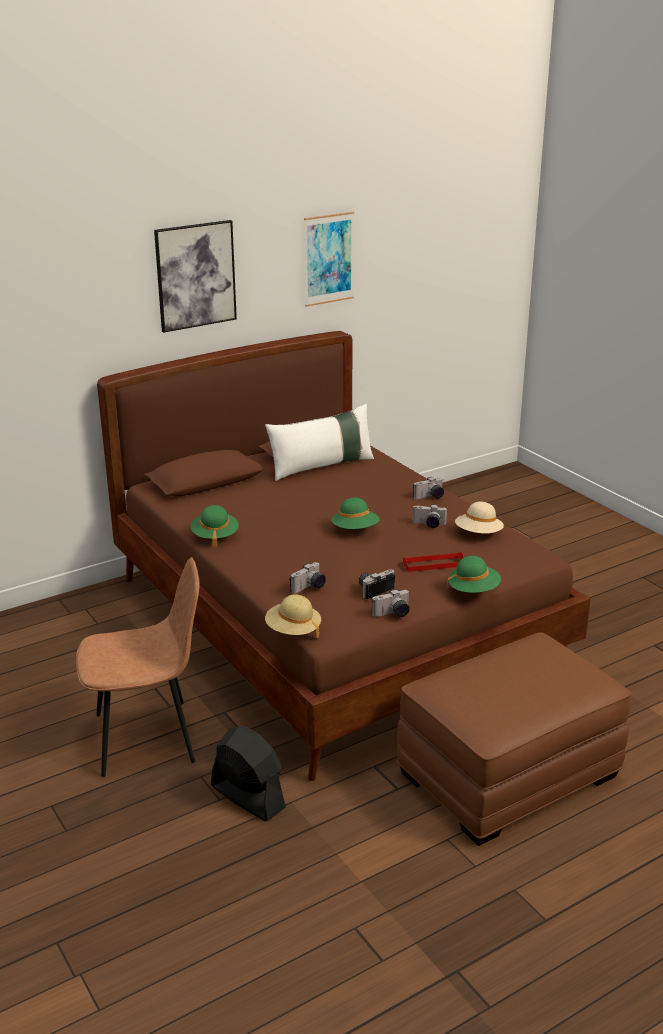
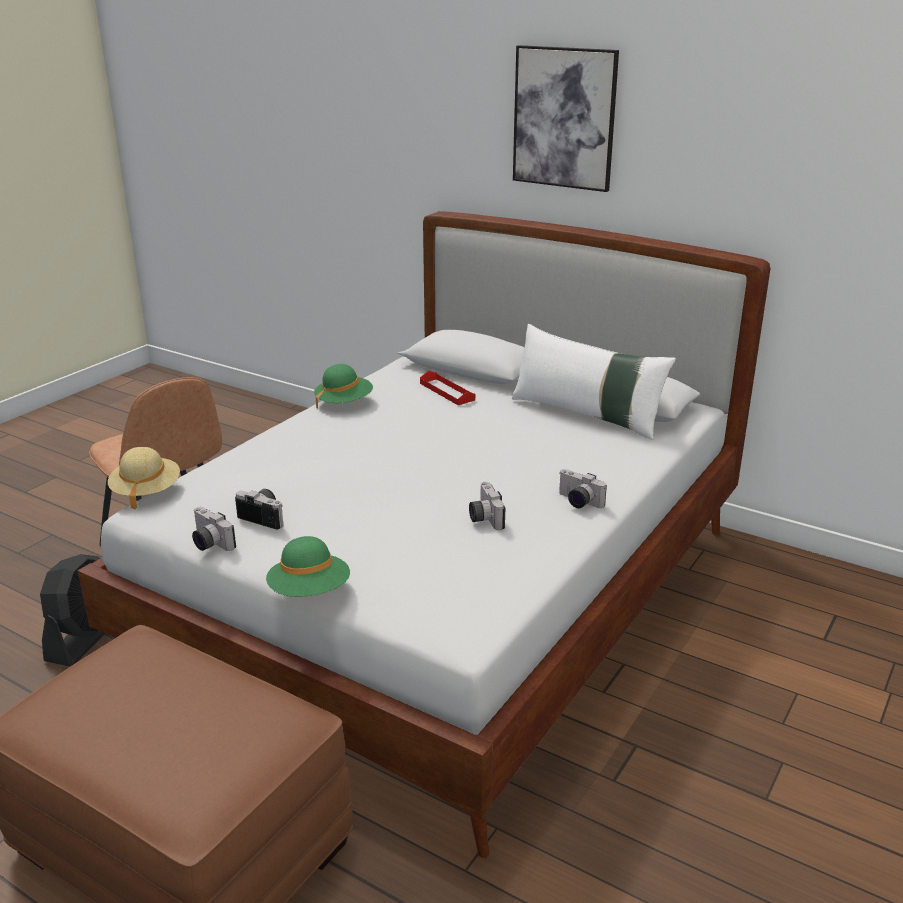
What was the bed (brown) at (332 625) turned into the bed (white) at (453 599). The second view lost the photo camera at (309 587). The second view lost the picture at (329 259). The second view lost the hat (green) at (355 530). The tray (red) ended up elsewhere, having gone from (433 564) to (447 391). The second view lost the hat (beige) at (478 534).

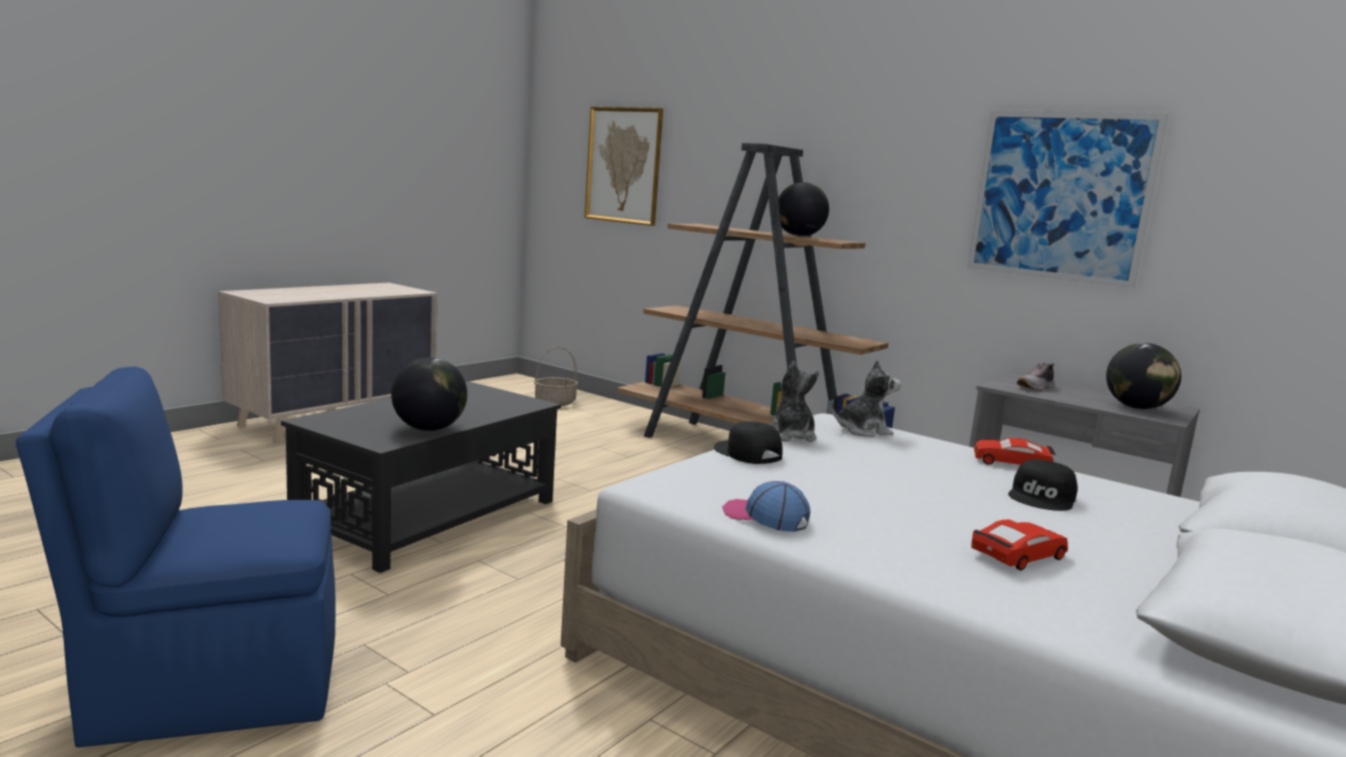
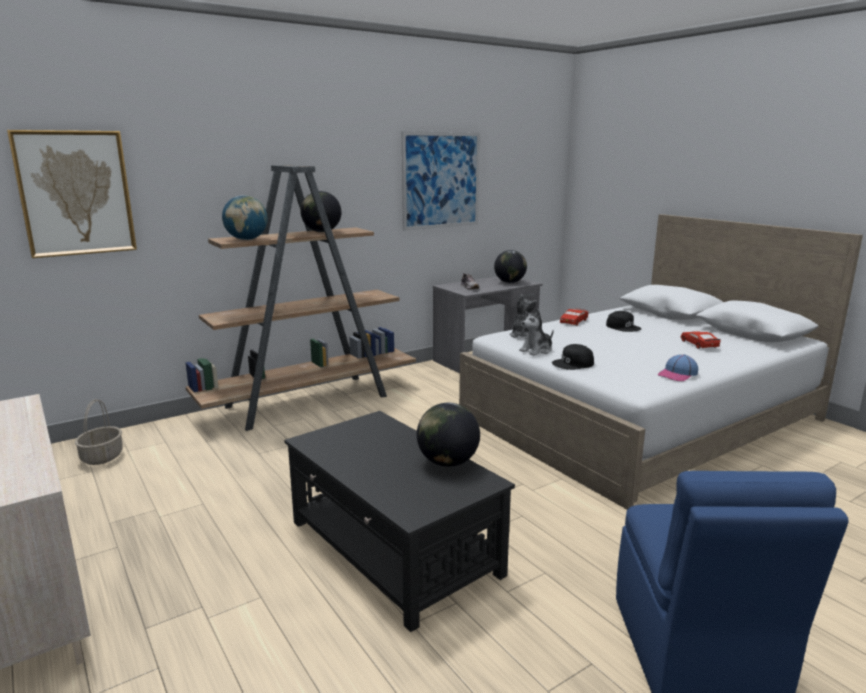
The plush toy at (791 436) ended up facing another way, 45 degrees counterclockwise from before. The second view gained the globe at (247 239).

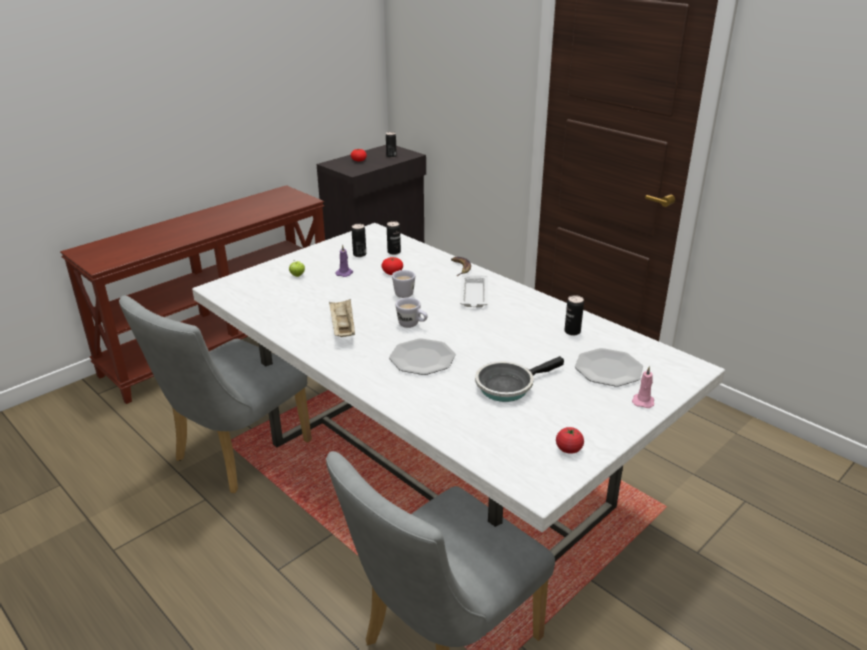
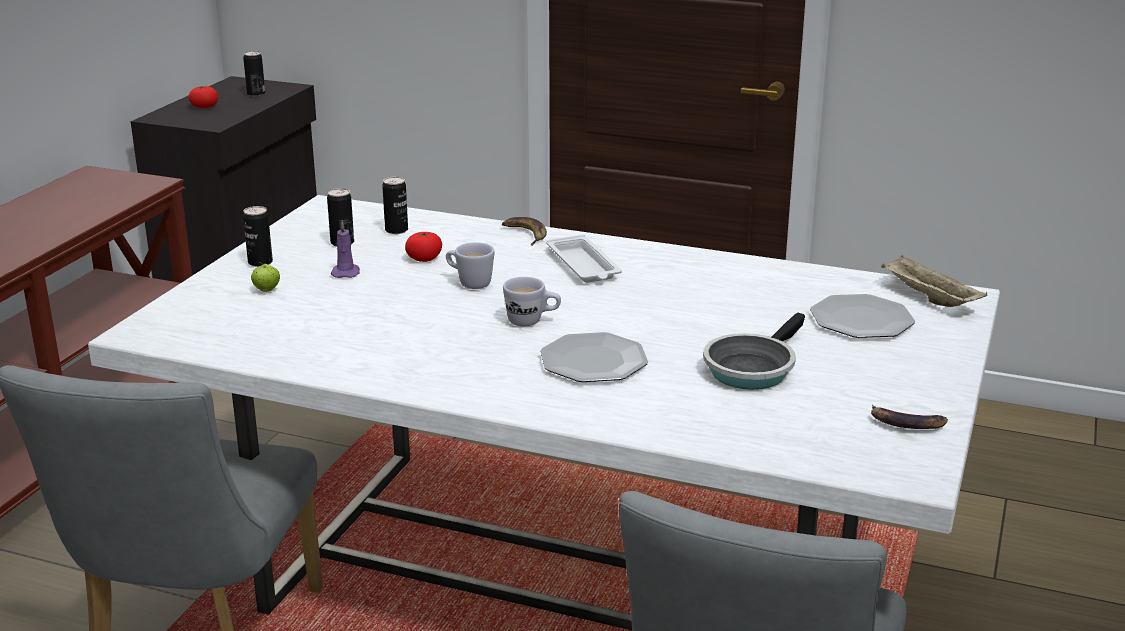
The tray (beige) ended up elsewhere, having gone from (342 328) to (928 298). Where the tomato stood at (568 449), the banana came to stand at (906 423). The can ended up elsewhere, having gone from (572 331) to (260 262). The second view lost the candle (pink) at (643 401).

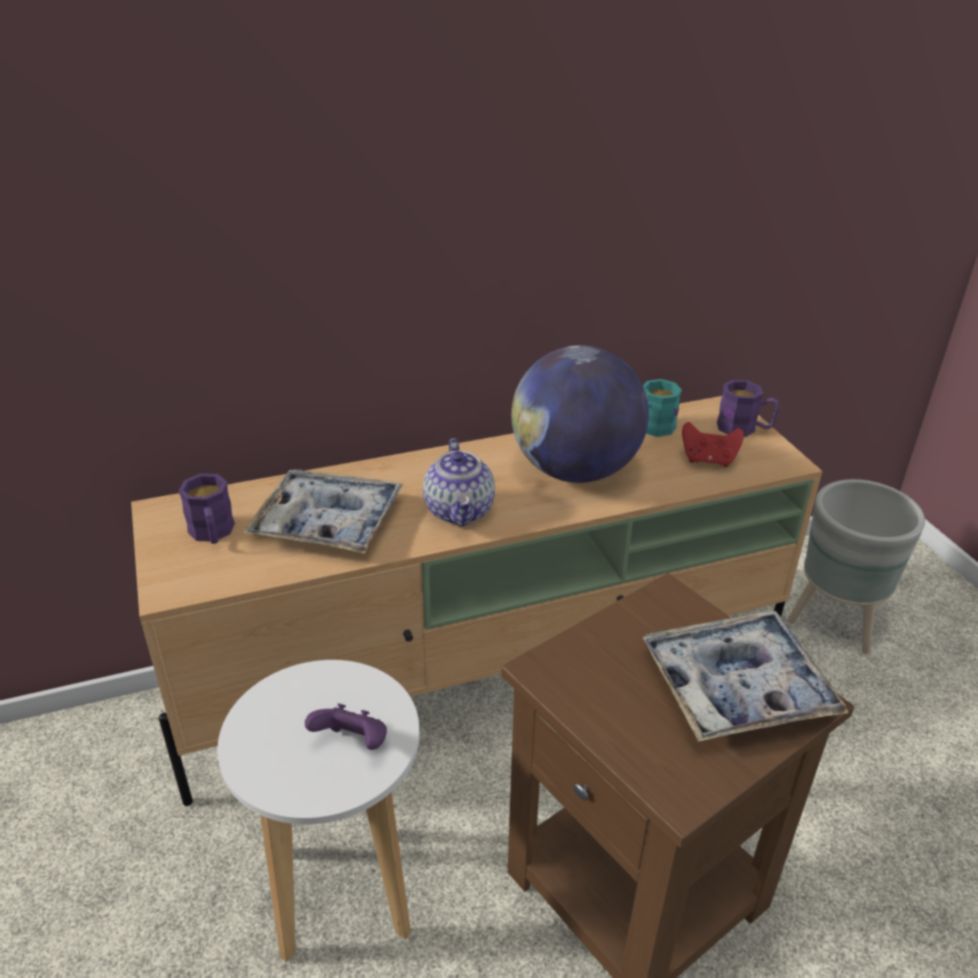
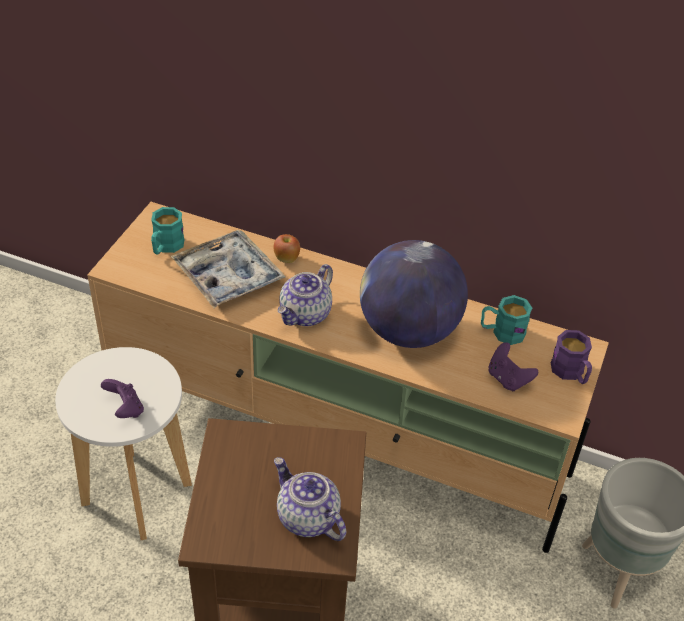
What was the mug (purple) at (212 534) turned into the mug (turquoise) at (166 247). Where the tray stood at (737 687), the teapot came to stand at (307 518). What was the game controller (red) at (708 460) turned into the game controller (purple) at (508 379). The second view gained the apple at (286 258).

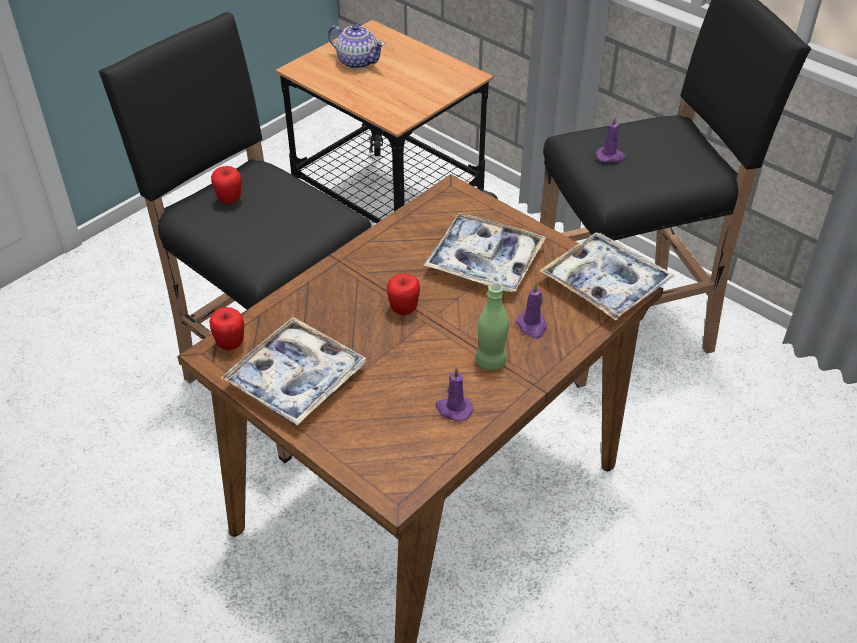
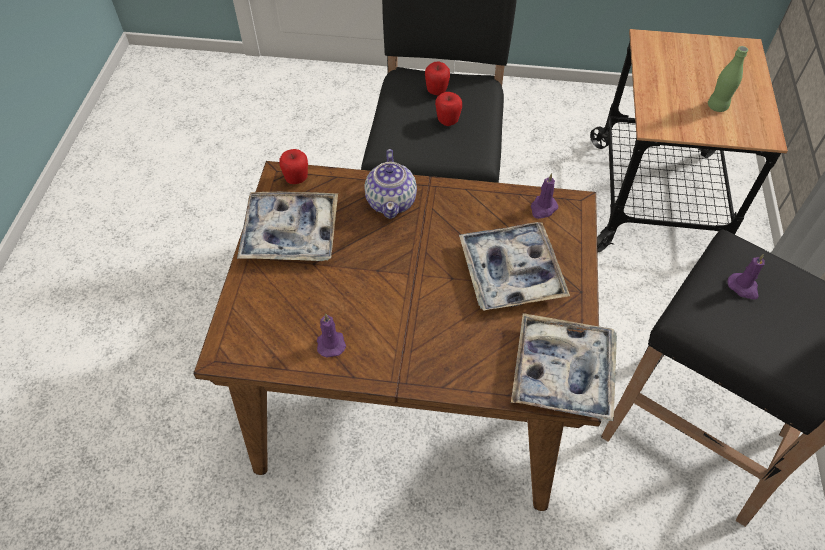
The teapot ended up elsewhere, having gone from (357 61) to (391 201). The apple ended up elsewhere, having gone from (403 309) to (447 121). The bottle (green) ended up elsewhere, having gone from (490 361) to (717 106). The candle (purple) ended up elsewhere, having gone from (532 326) to (543 208).

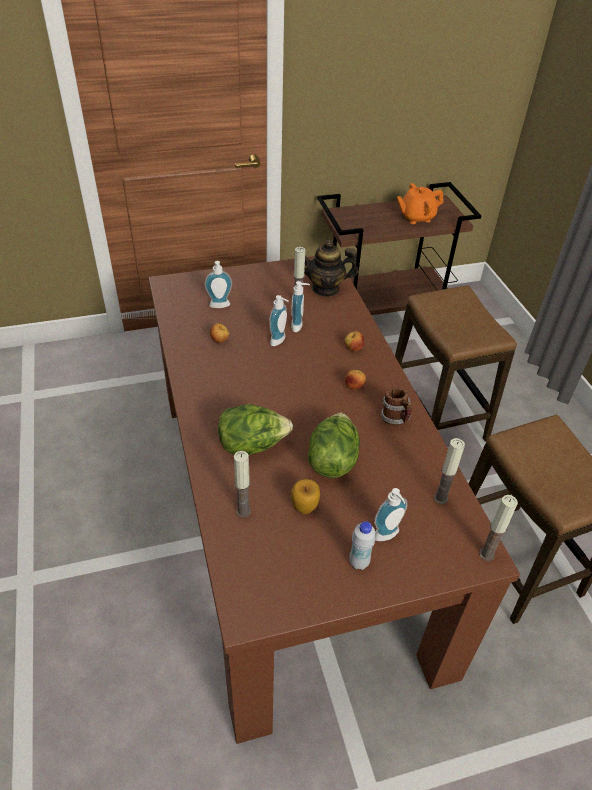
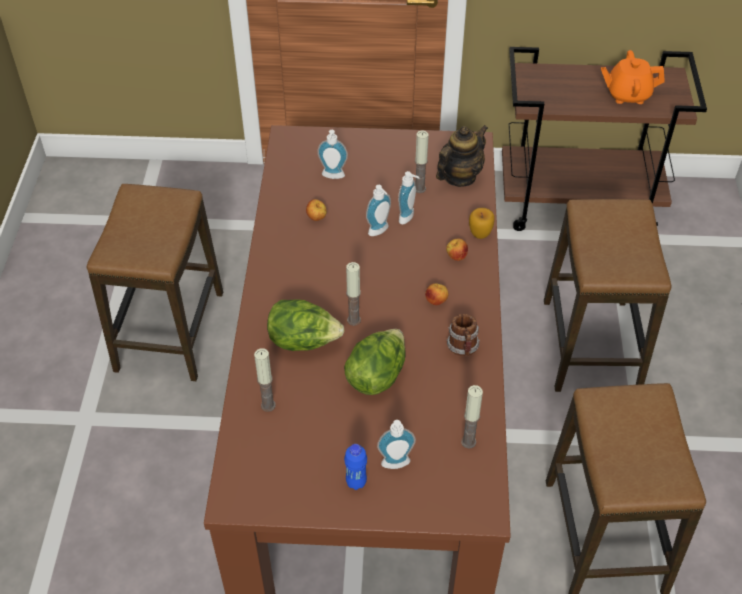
The apple ended up elsewhere, having gone from (304 507) to (480 233). The teapot at (326 289) ended up facing another way, 120 degrees clockwise from before. What was the bottle (white) at (359 562) turned into the bottle (blue) at (356 482). The candle ended up elsewhere, having gone from (486 554) to (354 320). The second view gained the stool at (170 331).

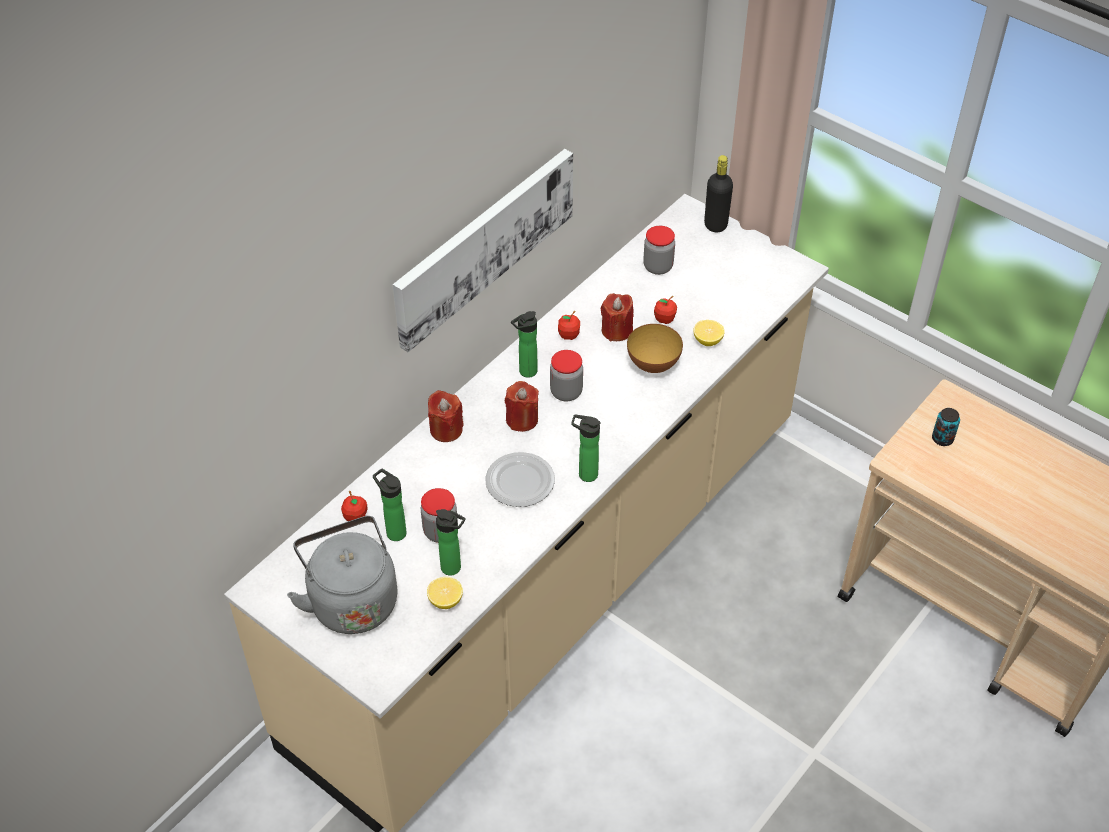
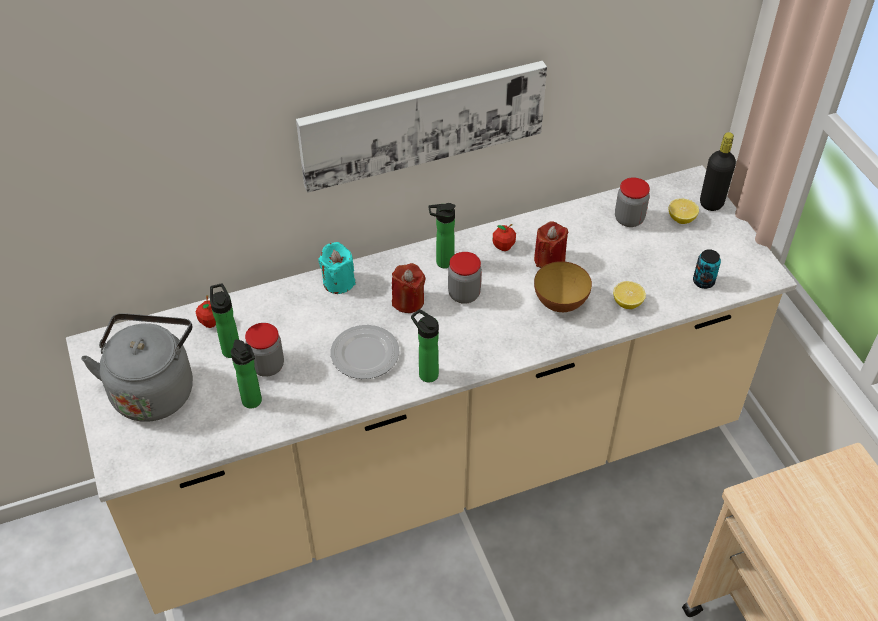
The lemon ended up elsewhere, having gone from (445 600) to (681 219). What was the candle (red) at (446 430) turned into the candle (turquoise) at (338 282). The second view lost the apple at (664 319). The can ended up elsewhere, having gone from (942 439) to (703 281).

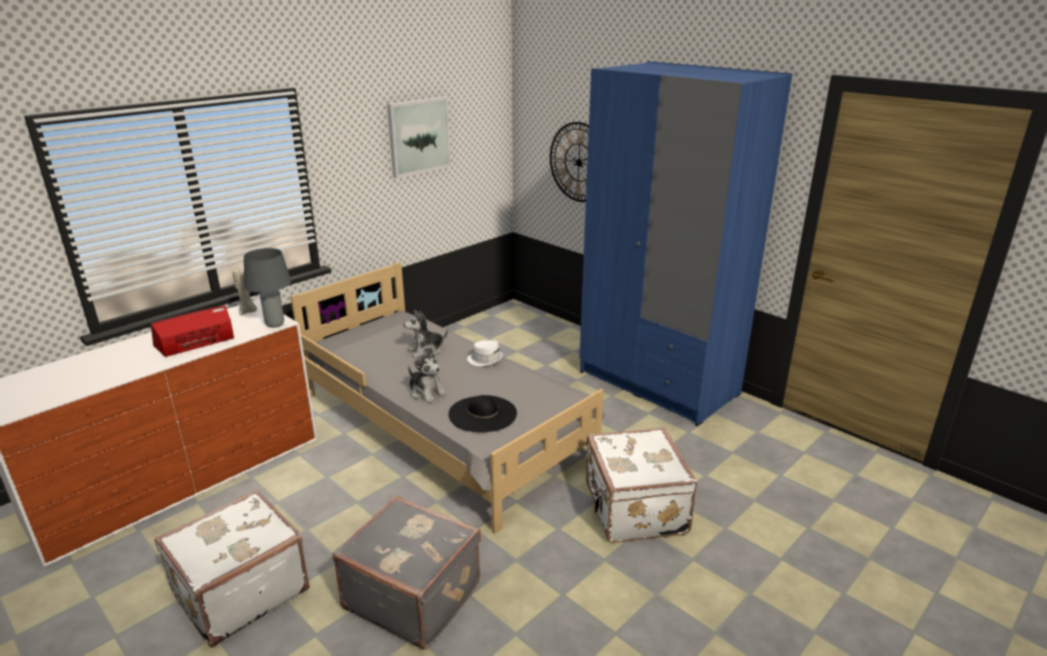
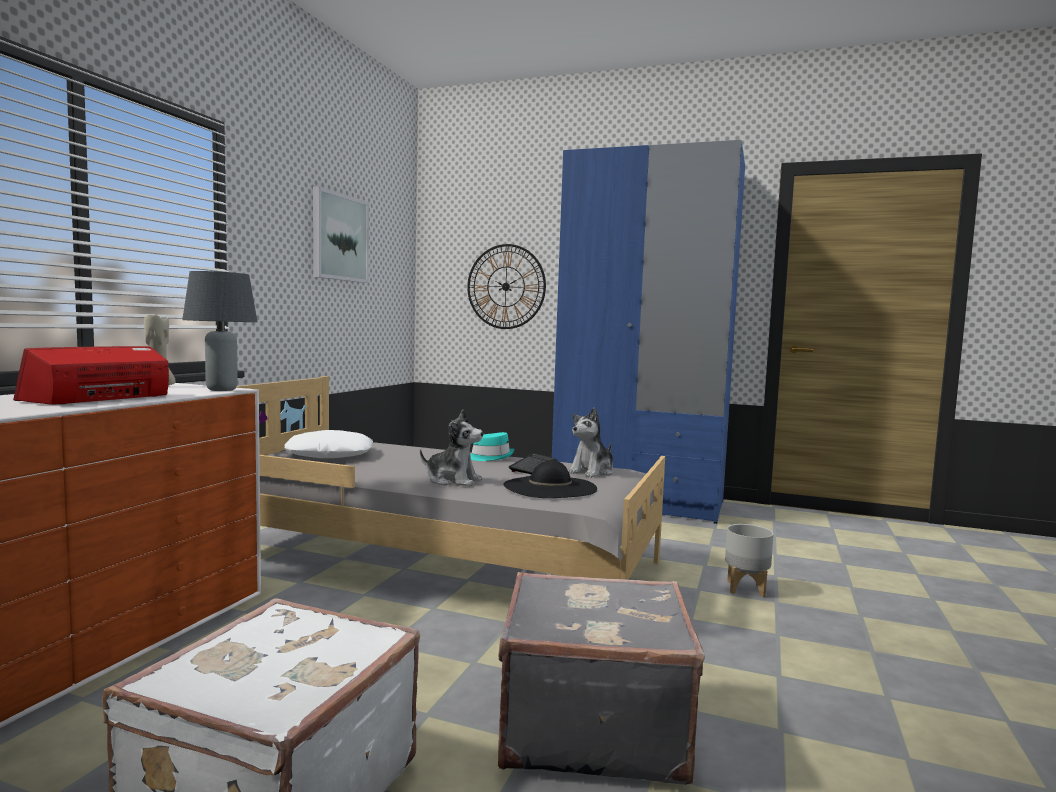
The plush toy ended up elsewhere, having gone from (426 350) to (592 472). What was the hat (white) at (485 359) turned into the hat (turquoise) at (490 457). Where the suitcase (white) stood at (633 509), the planter (grey) came to stand at (746 589). The second view gained the pillow (white) at (330 454). The second view gained the keyboard at (533 466).

